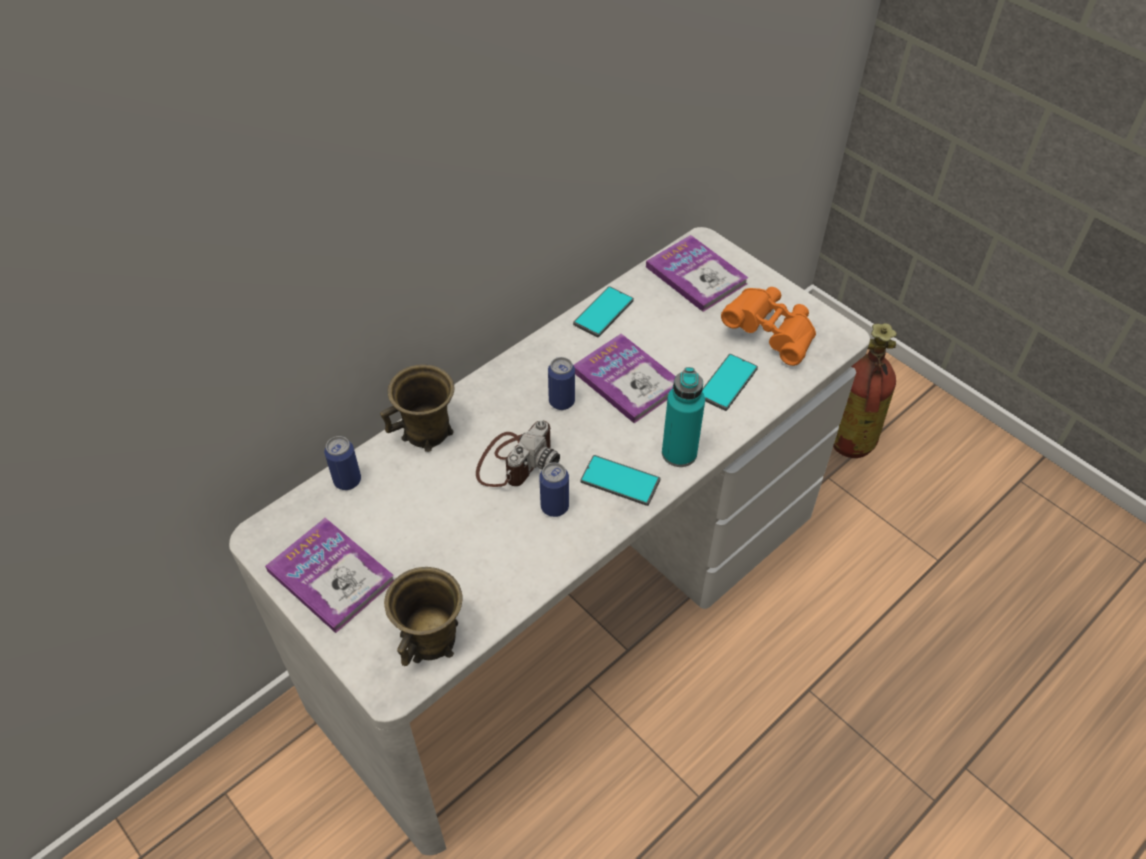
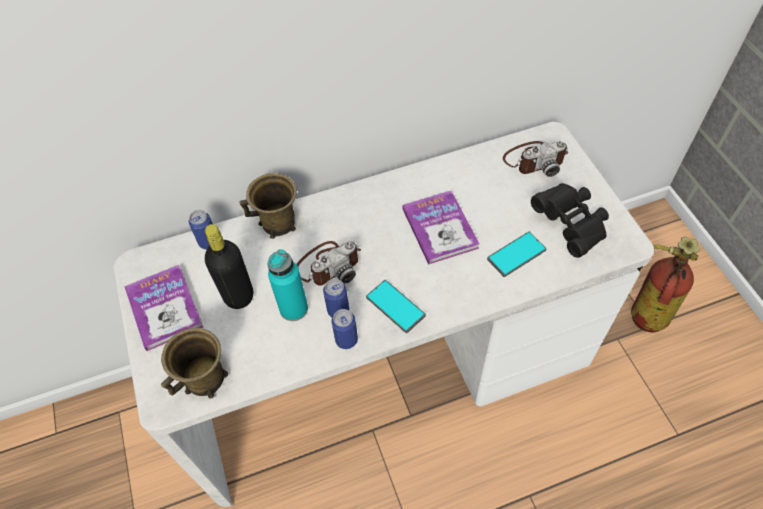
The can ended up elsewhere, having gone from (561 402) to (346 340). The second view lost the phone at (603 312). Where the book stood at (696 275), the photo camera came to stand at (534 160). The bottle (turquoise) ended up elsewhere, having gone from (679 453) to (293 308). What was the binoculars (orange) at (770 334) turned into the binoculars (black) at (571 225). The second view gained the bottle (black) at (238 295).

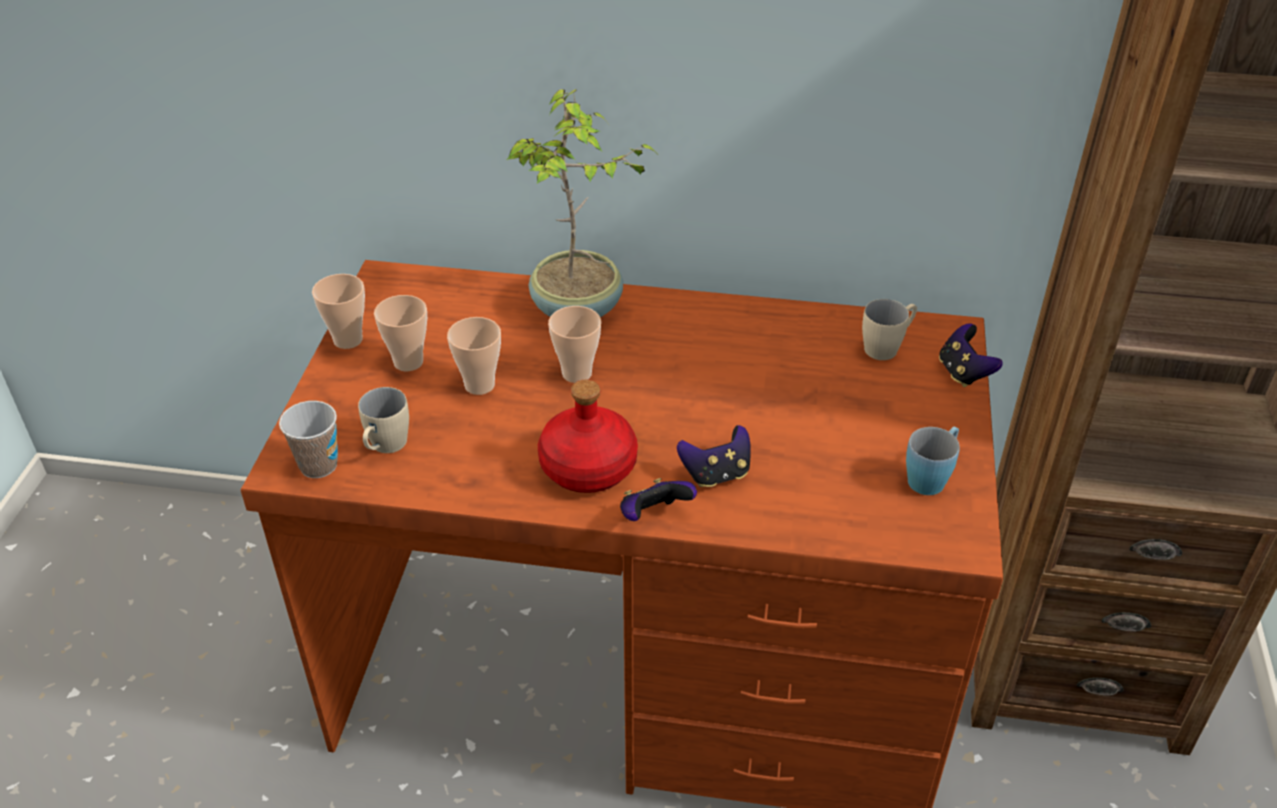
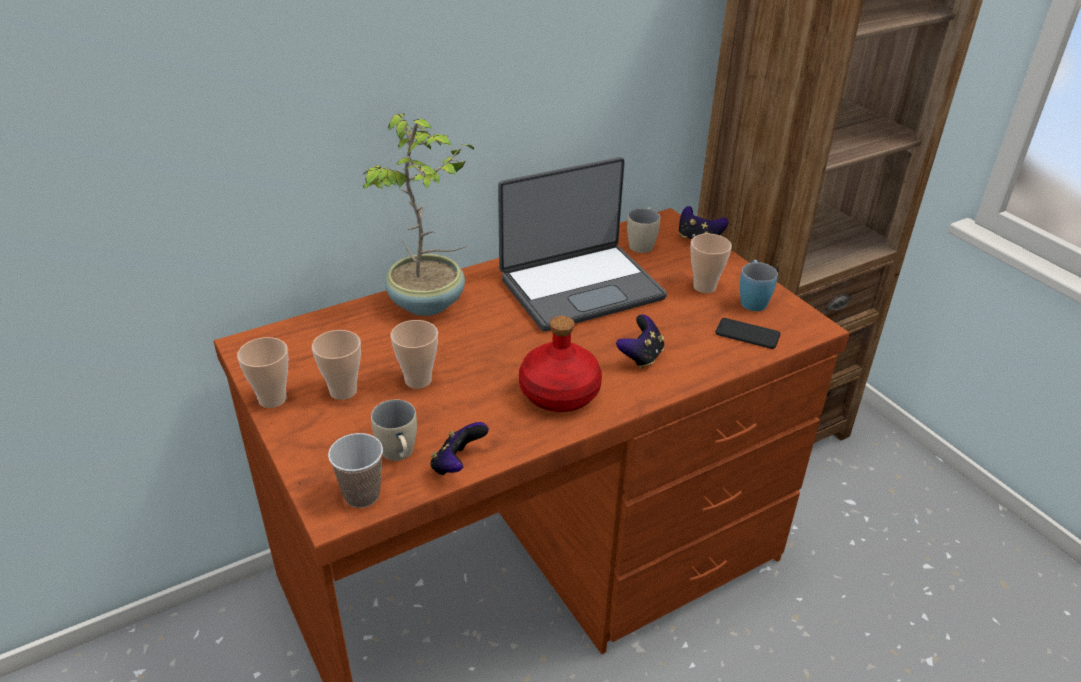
The cup ended up elsewhere, having gone from (577 373) to (704 287). The game controller ended up elsewhere, having gone from (653 516) to (457 465). The second view gained the laptop at (580 287). The second view gained the phone at (747 334).

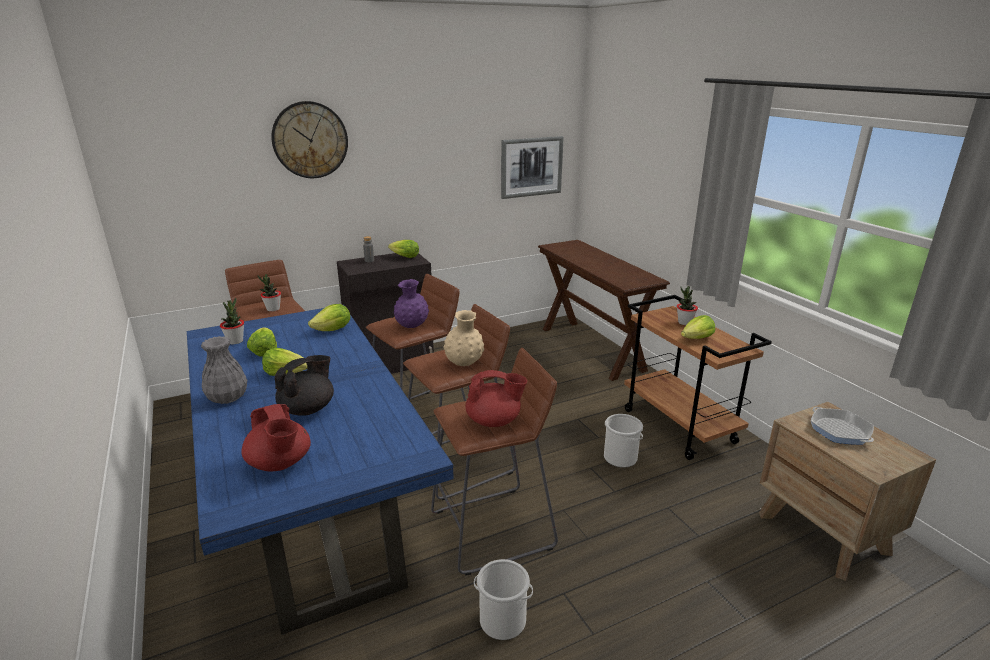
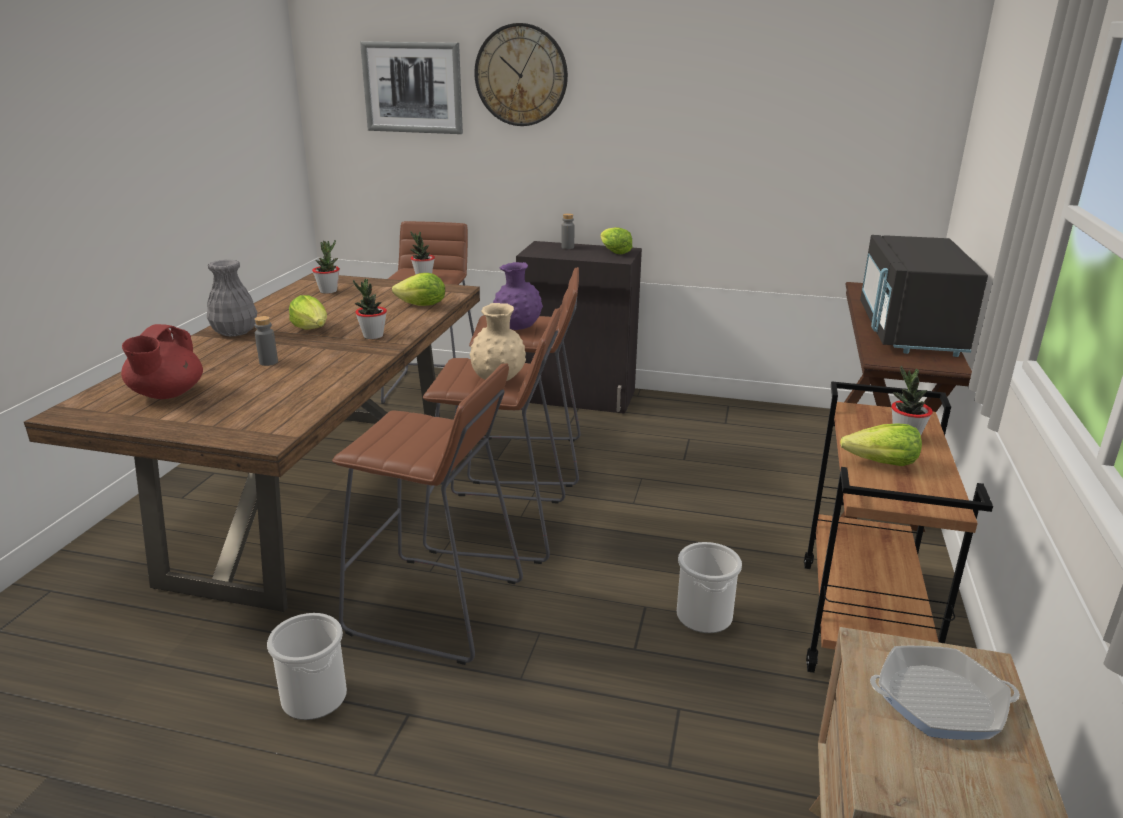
What was the dining table (blue) at (312 504) turned into the dining table (brown) at (319 496). The second view lost the lettuce at (264 351). Where the teapot (black) stood at (308 409), the bottle (grey) came to stand at (268 362). The second view lost the teapot (red) at (494 421). The picture ended up elsewhere, having gone from (531 167) to (412 87). The frying pan at (839 431) ended up facing another way, 75 degrees clockwise from before. The second view gained the potted plant at (373 336). The second view gained the microwave (black) at (909 332).

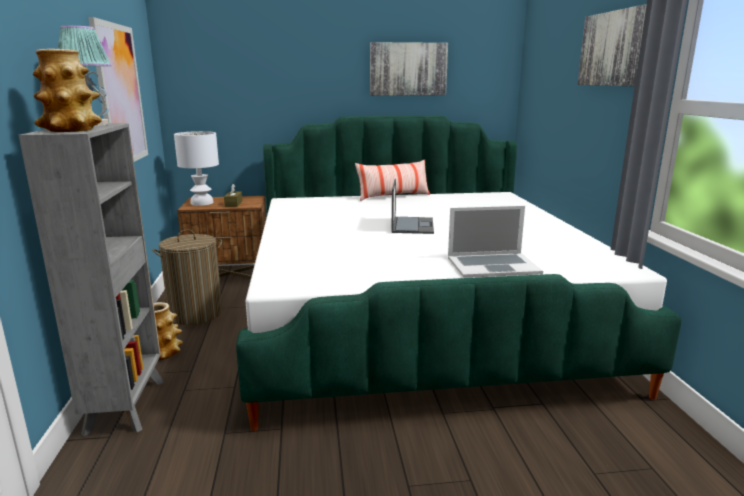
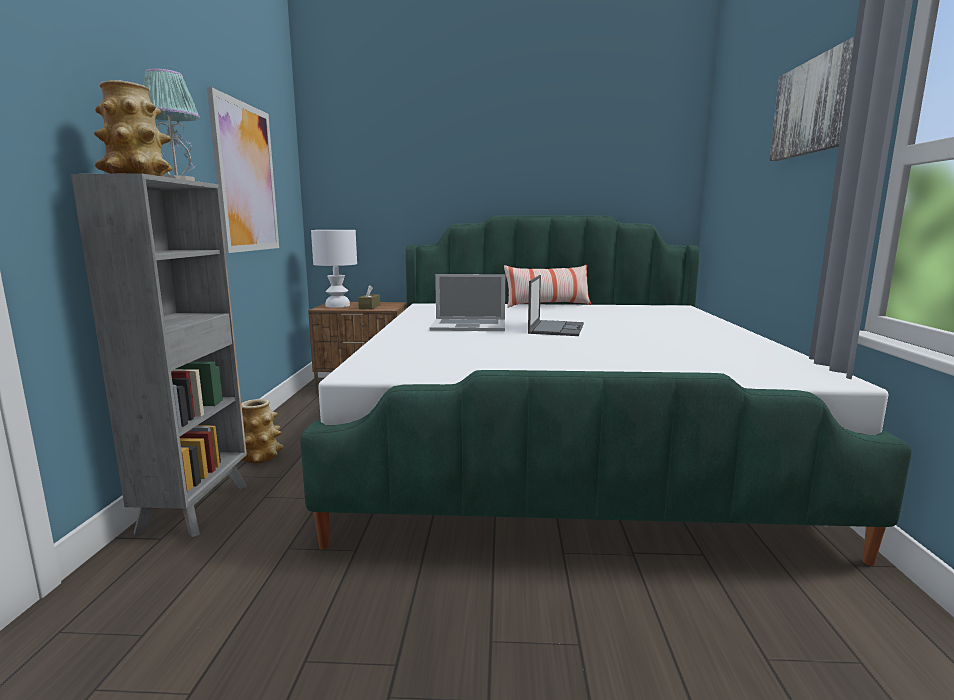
The second view lost the laundry basket at (196 313). The second view lost the picture at (408 69). The laptop ended up elsewhere, having gone from (493 265) to (469 325).

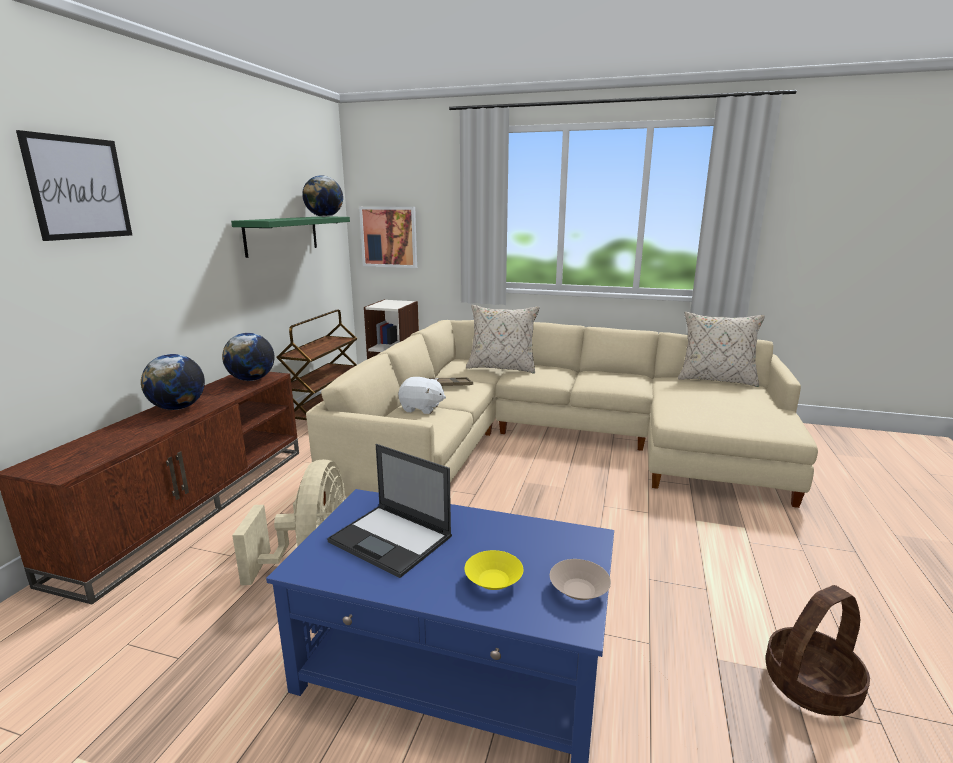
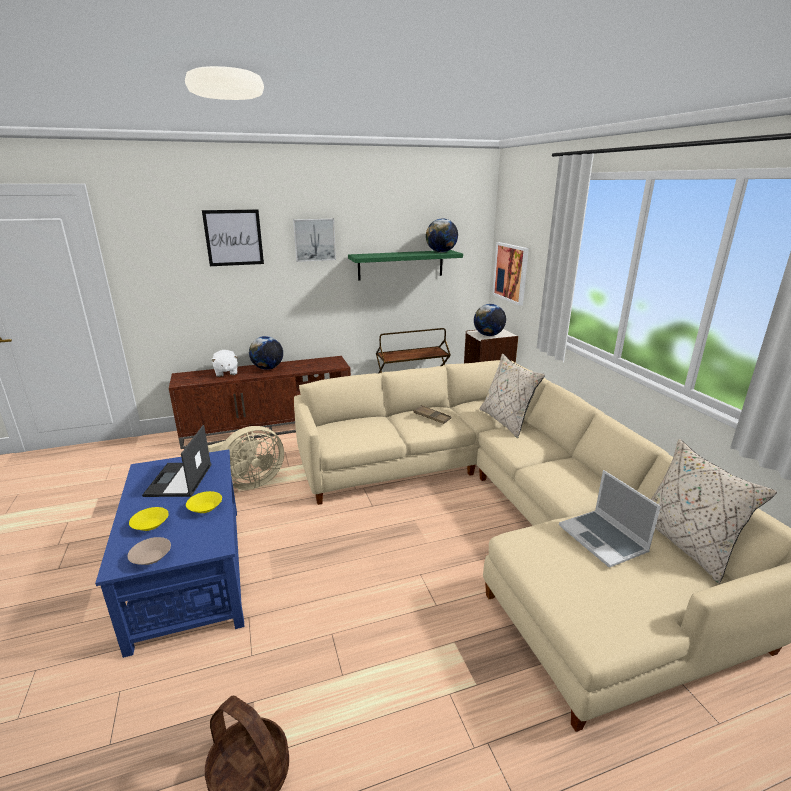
The globe ended up elsewhere, having gone from (252 379) to (488 335). The plush toy (white) ended up elsewhere, having gone from (421 408) to (226 373). The second view gained the bowl (yellow) at (205 508). The second view gained the picture at (314 239). The second view gained the laptop at (604 539).

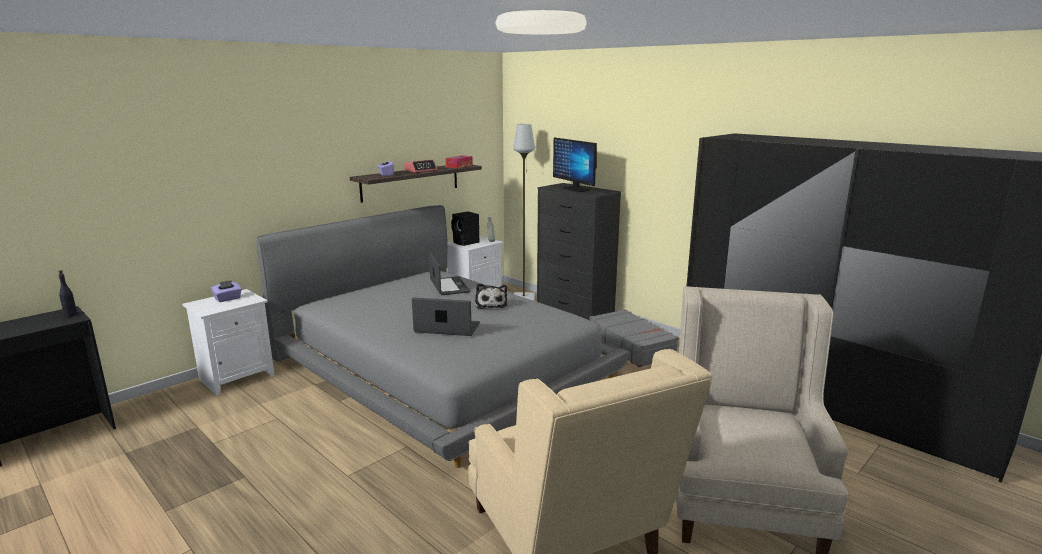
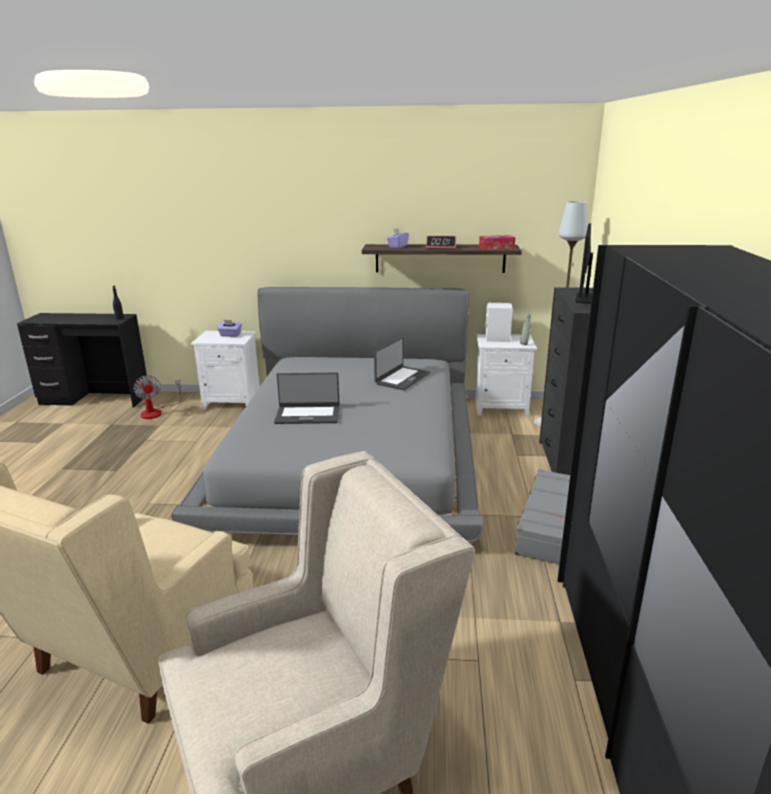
The laptop at (447 328) ended up facing another way, 120 degrees clockwise from before. What was the speaker (black) at (466 243) turned into the speaker (white) at (497 339). The second view lost the plush toy at (490 304). The second view gained the fan at (156 411).

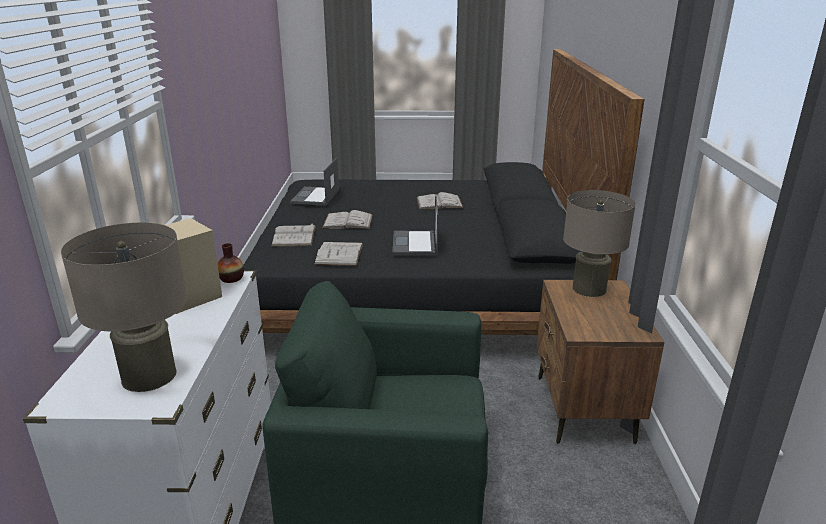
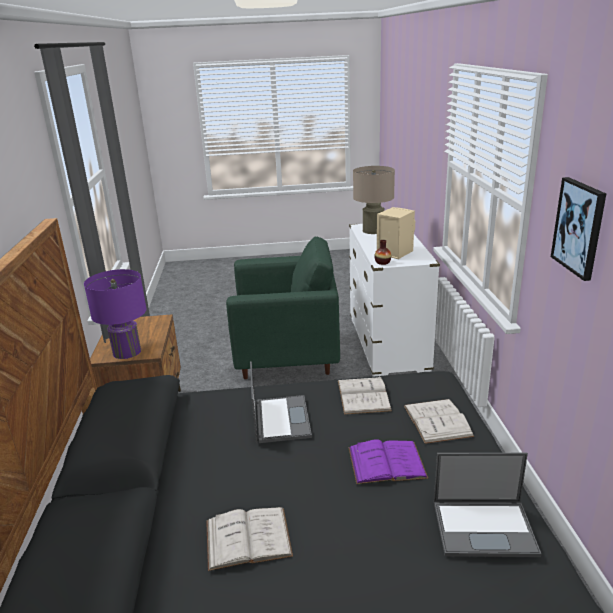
The laptop at (315 197) ended up facing another way, 90 degrees clockwise from before. What was the book (white) at (348 221) turned into the book (purple) at (386 462). What was the table lamp (beige) at (589 289) turned into the table lamp (purple) at (127 352). The second view gained the picture at (579 227).

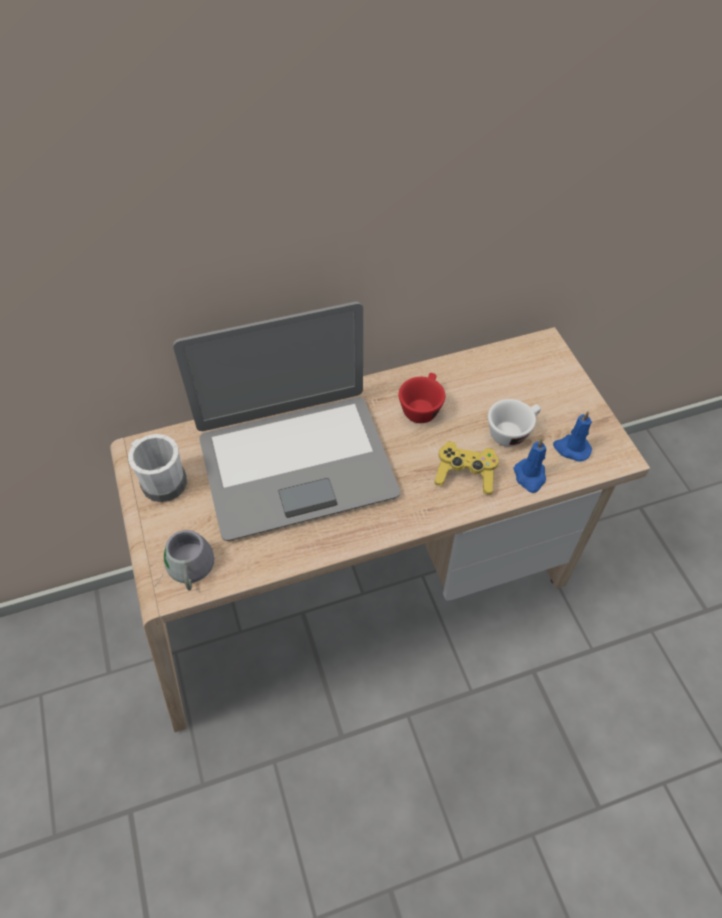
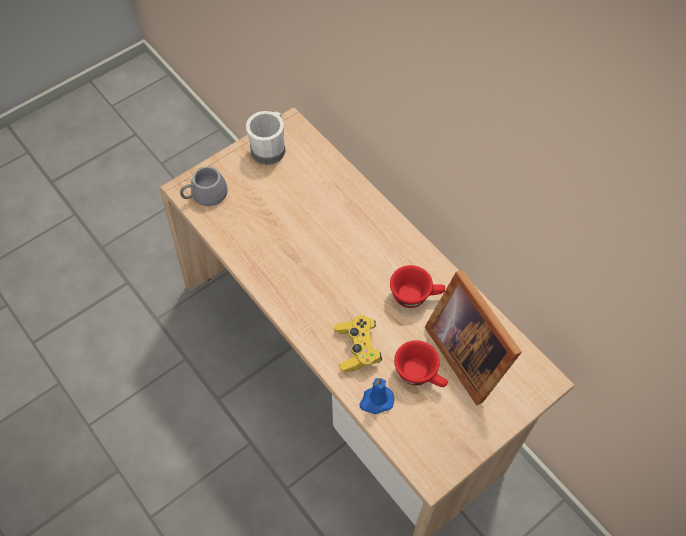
The second view lost the laptop at (296 464). What was the cup (white) at (512 431) turned into the cup (red) at (420 375). The second view lost the candle (blue) at (571 448). The second view gained the picture frame at (468 351).

